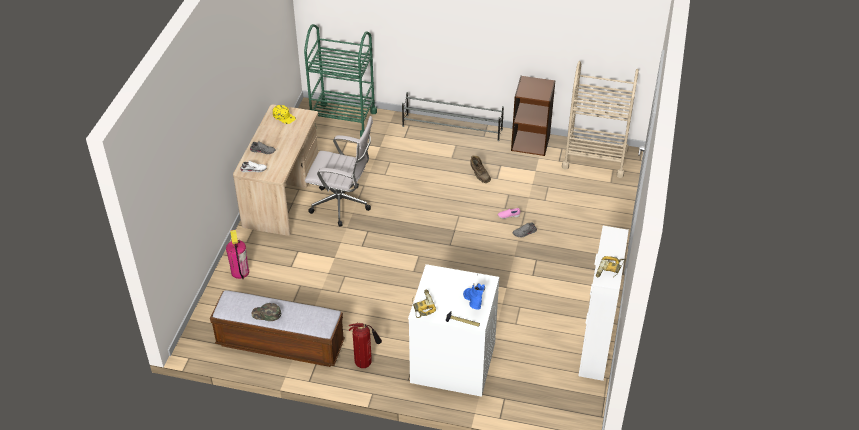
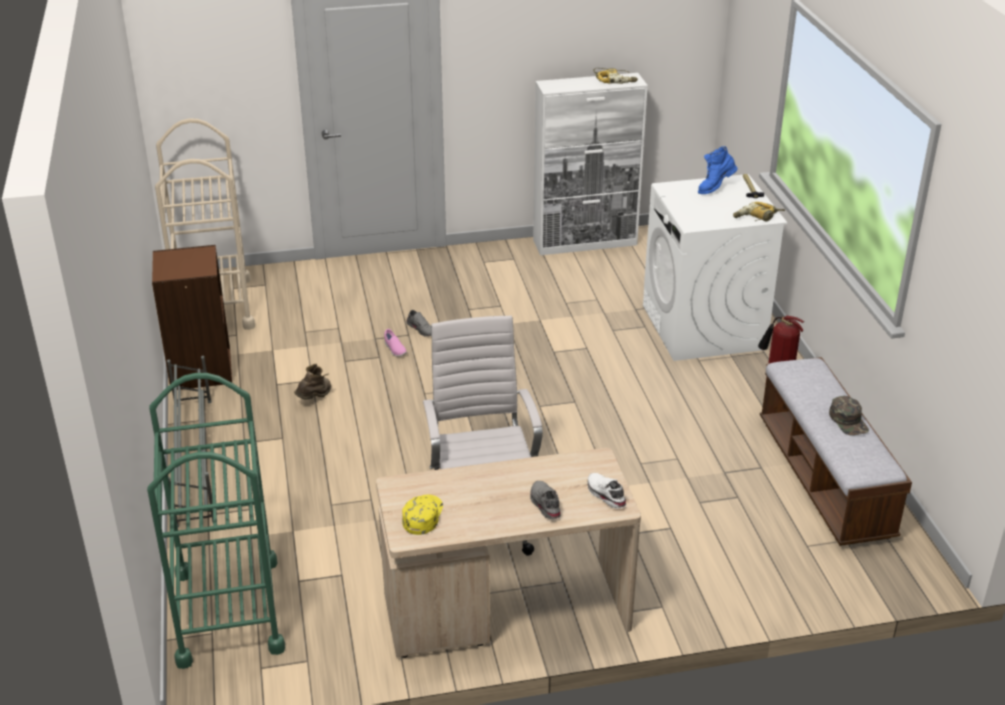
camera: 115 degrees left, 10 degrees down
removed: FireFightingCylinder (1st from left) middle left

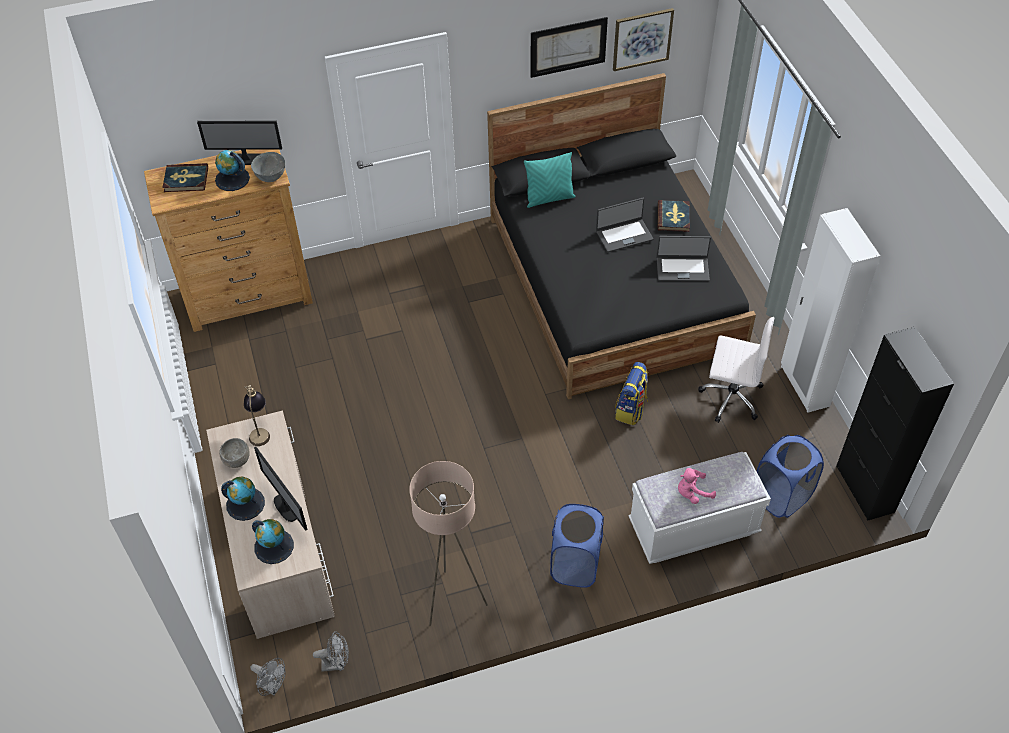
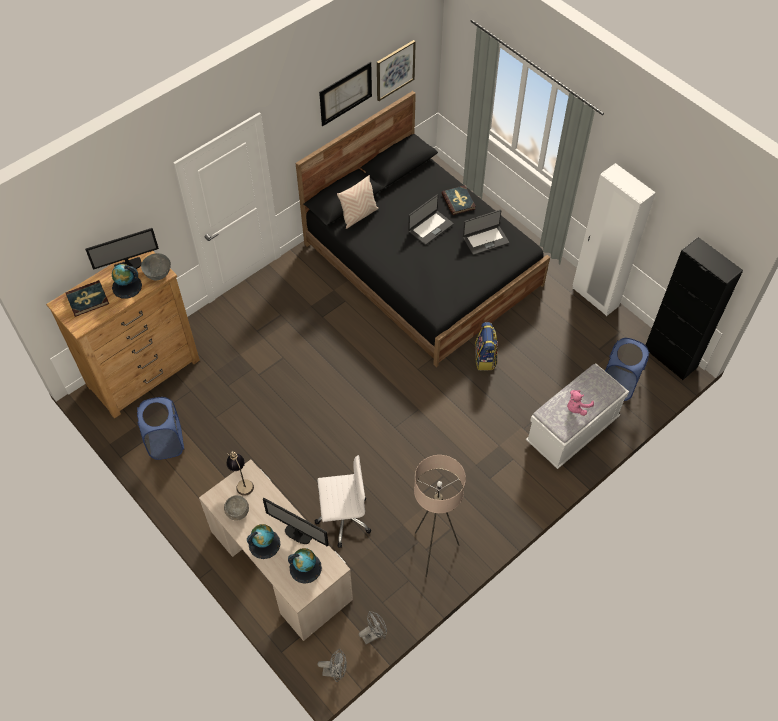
camera: 25 degrees left, 5 degrees up
moved: BlueWashingBasket (1st from left) bottom centre to middle left; WhiteOfficeChair middle right to bottom centre
recoloured: TurquoiseColouredPillow top centre to BeigePillow top centre

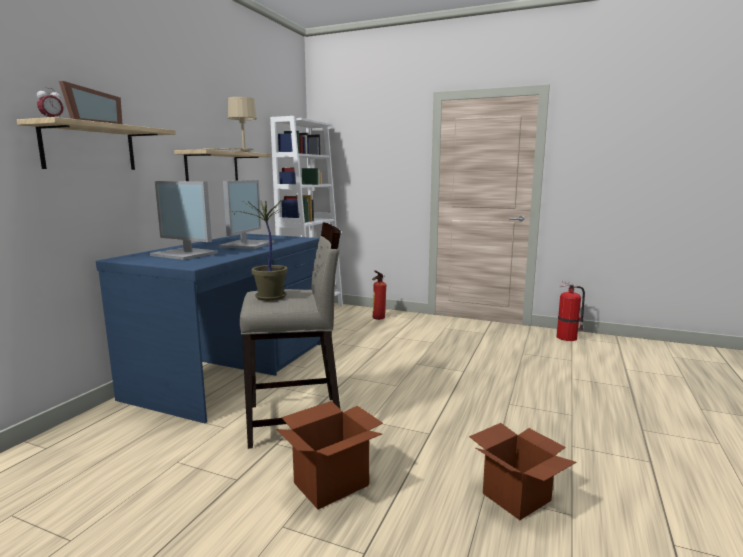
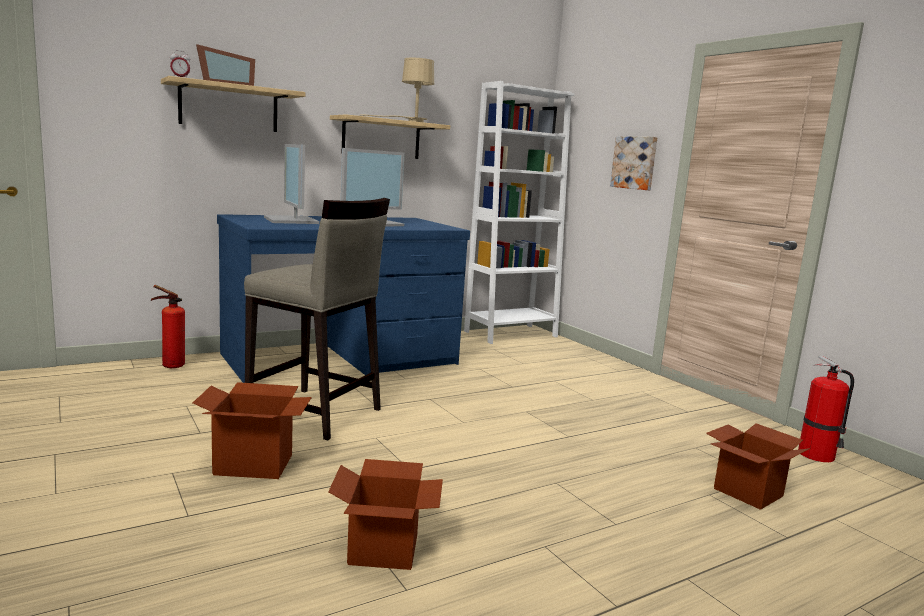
camera: 35 degrees right, 0 degrees up
removed: PottedPlant centre
added: WallArt top right; PackingBox (3rd from left) bottom right
moved: FireFightingCylinder (1st from left) centre to middle left

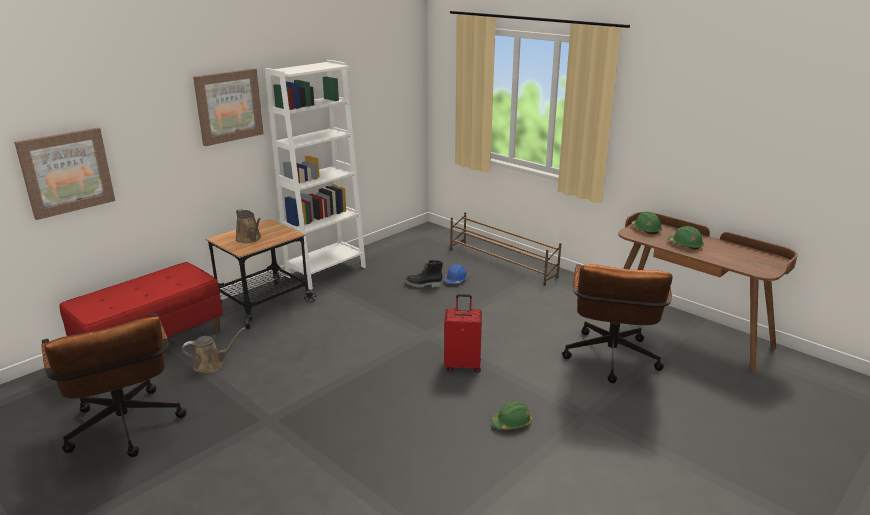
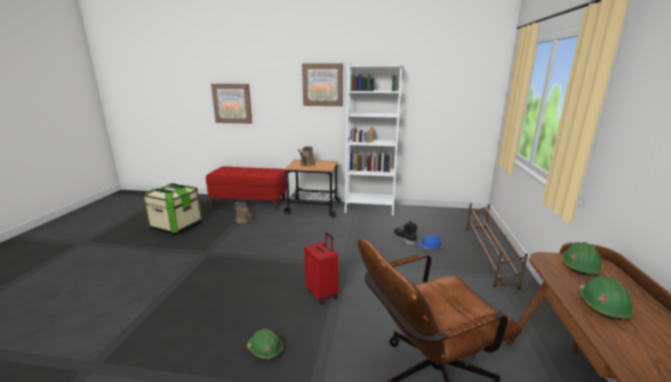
camera: 55 degrees right, 5 degrees down
replaced: BrownOfficeChair (1st from left) bottom left to StorageBin middle left

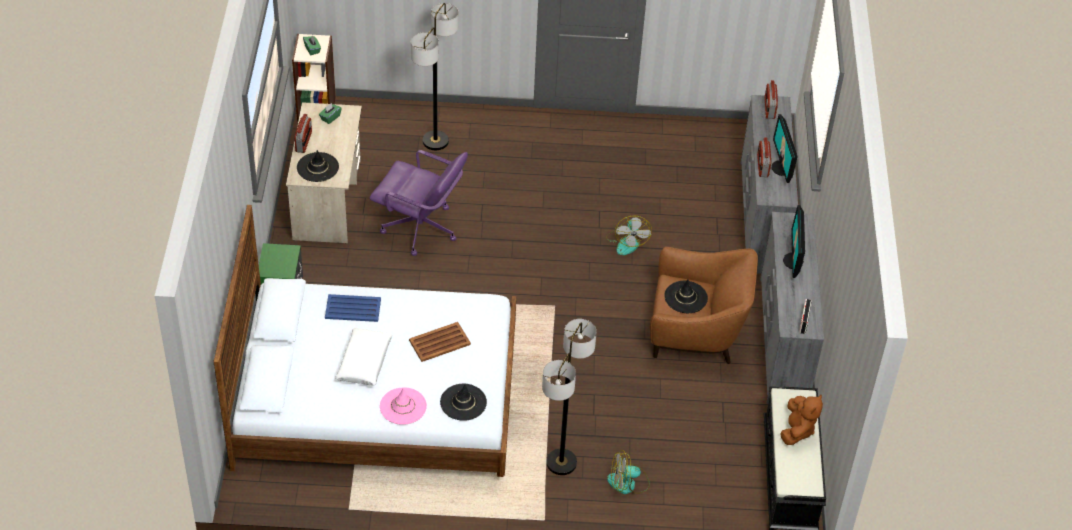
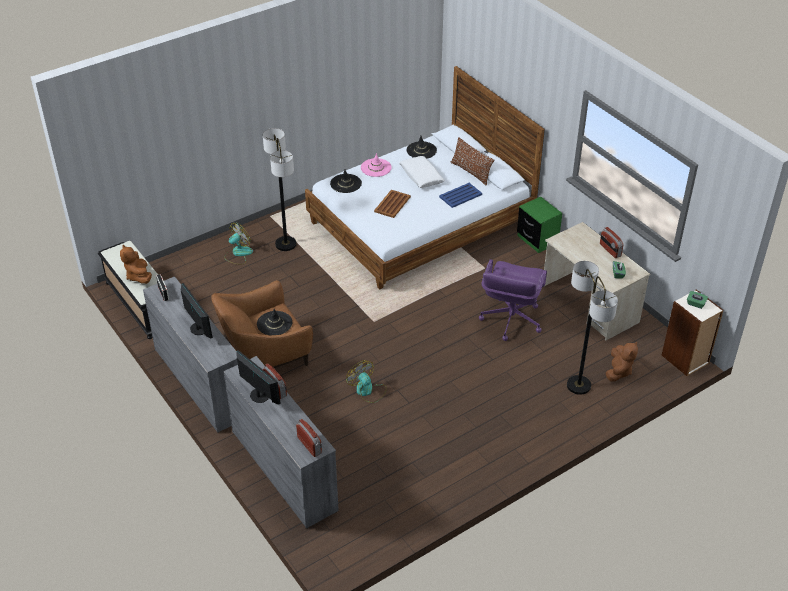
camera: 145 degrees right, 5 degrees down
added: BrownPillow top centre; BrownCuddlyToy (2nd from left) middle right
moved: BlackishClothingHat (1st from left in the first image) top left to BlackishClothingHat (3rd from left) top centre
turned: PurpleOfficeChair centre = centre 60 degrees counterclockwise

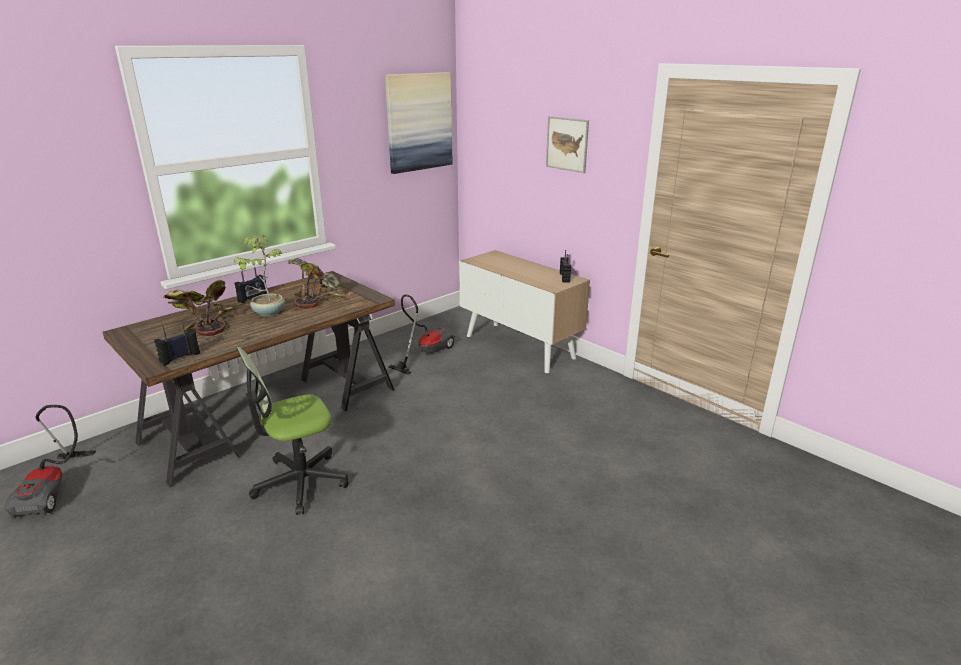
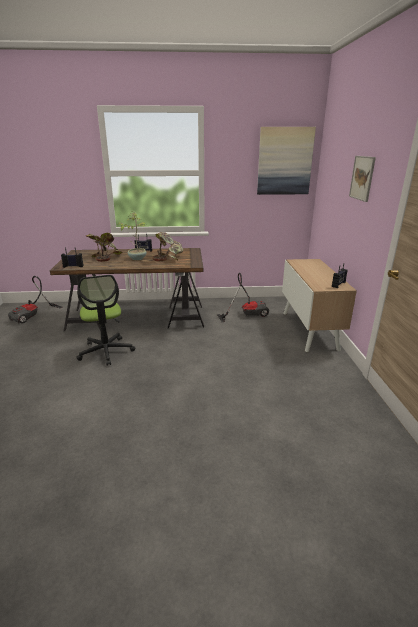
camera: 40 degrees right, 0 degrees up
turned: OfficeChair middle left = middle left 120 degrees counterclockwise

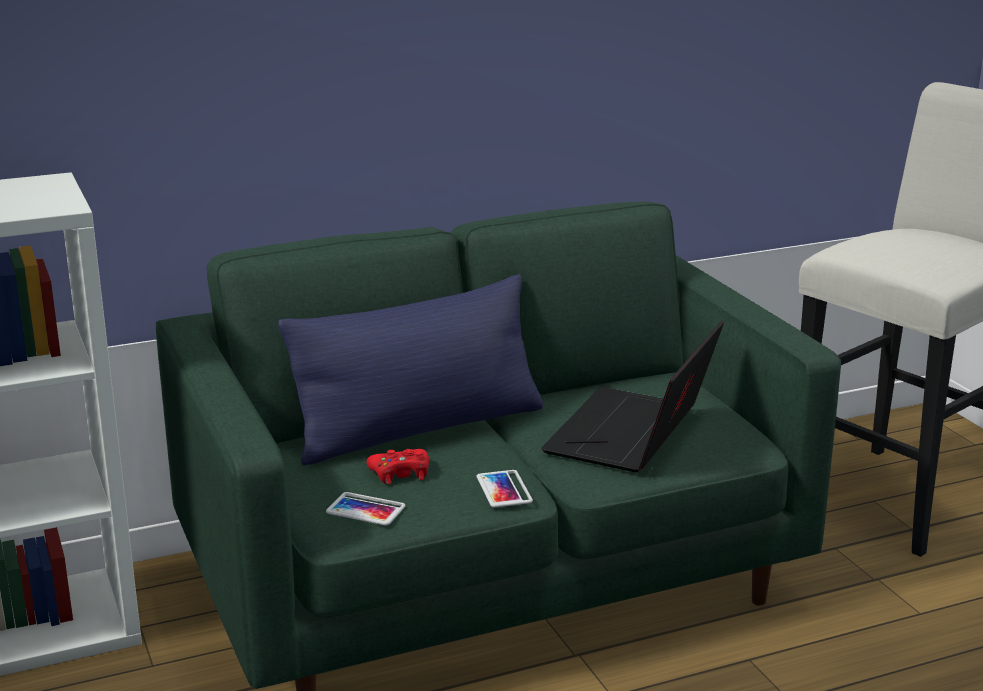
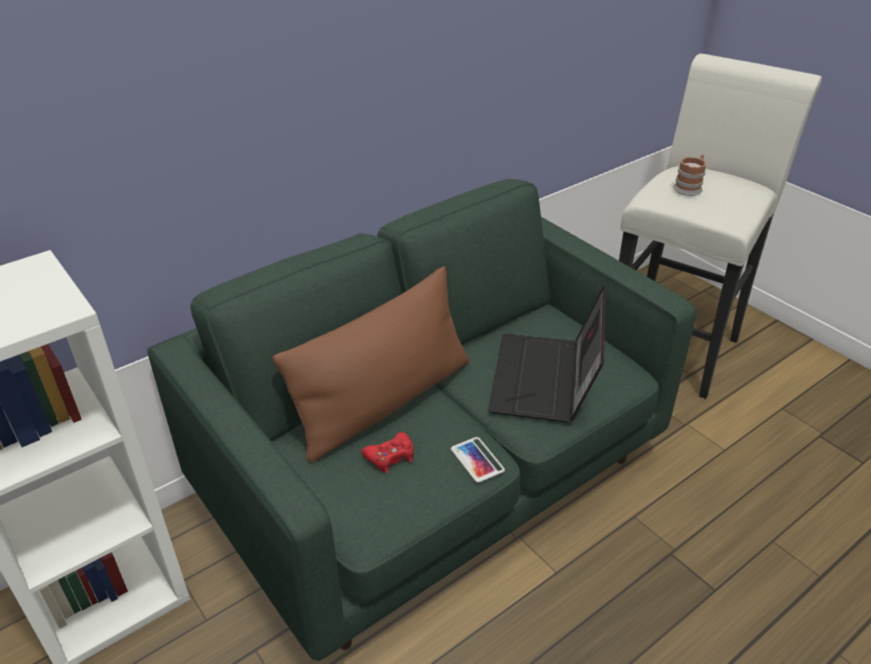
camera: 15 degrees left, 15 degrees up
removed: Phone (1st from left) bottom centre
added: Mug top right
recoloured: BluePillow centre to BrownPillow centre

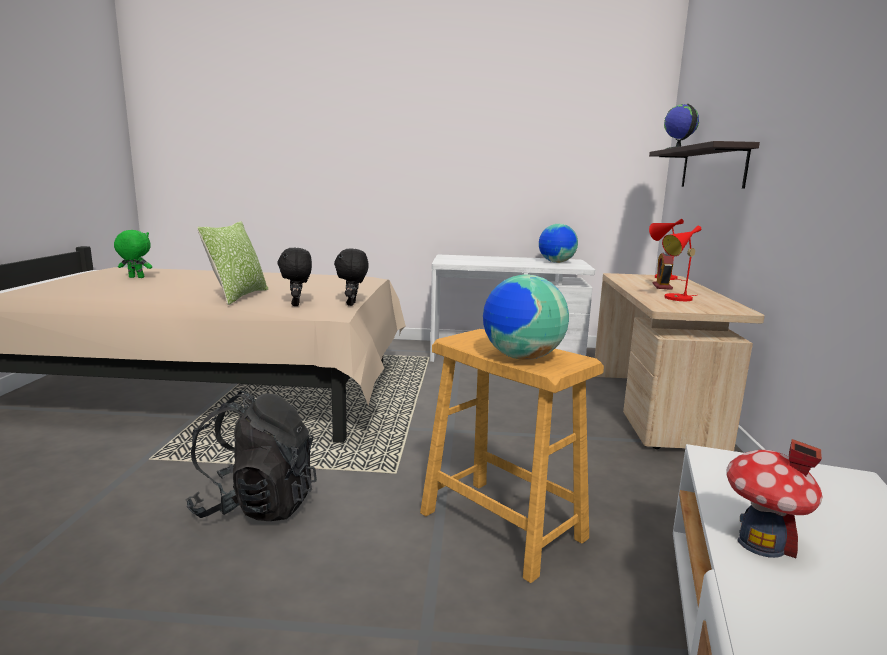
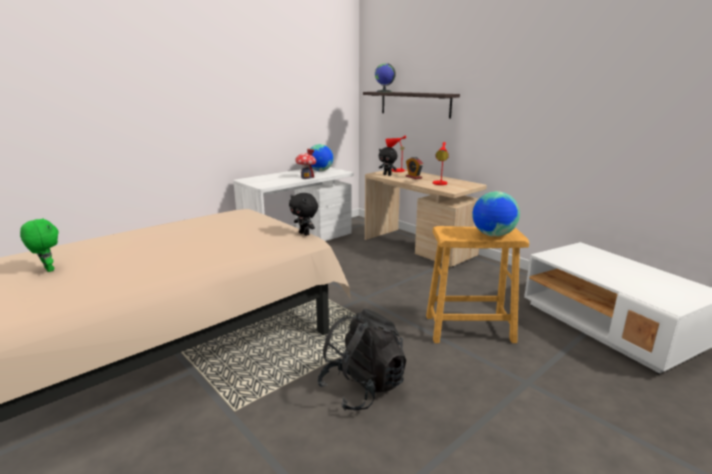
camera: 45 degrees left, 5 degrees up
removed: Pillow middle left
moved: BlackishCuddlyToy (1st from left in the first image) middle left to BlackishCuddlyToy (2nd from left) centre; ToyHouse bottom right to centre
turned: GreenColouredCuddlyToy middle left = middle left 90 degrees clockwise

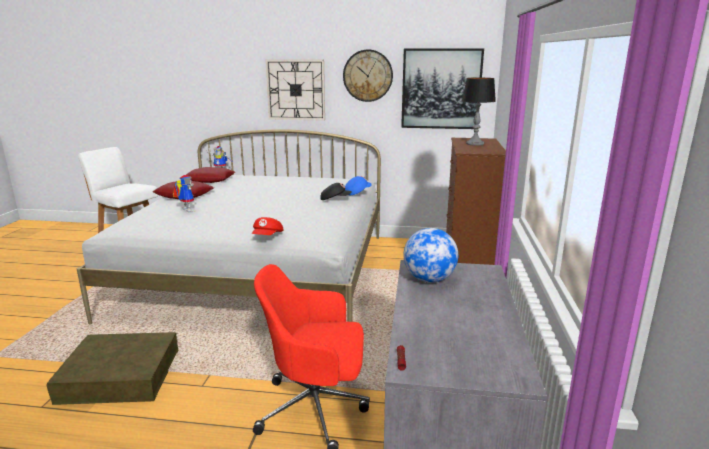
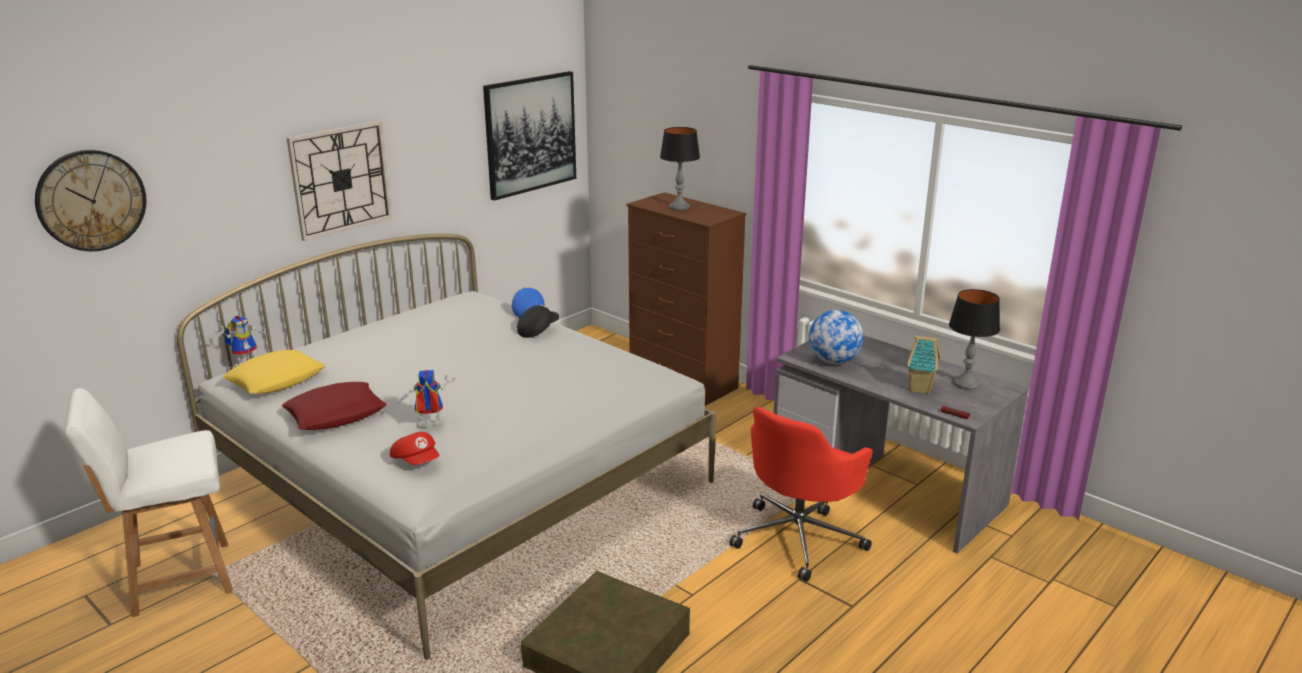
camera: 55 degrees left, 5 degrees up
added: ToyHouse middle right; TableLamp (2nd from left) middle right
moved: RedColouredPeakedCap centre to middle left; WallClock (2nd from left in the first image) top centre to WallClock (1st from left) top left
recoloured: RedColouredPillow (2nd from left) middle left to YellowishPillow middle left

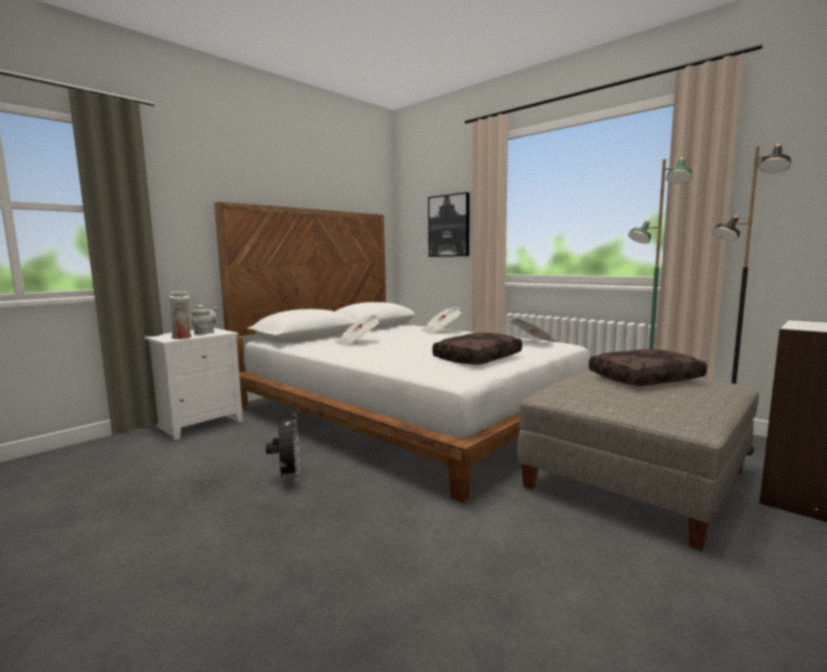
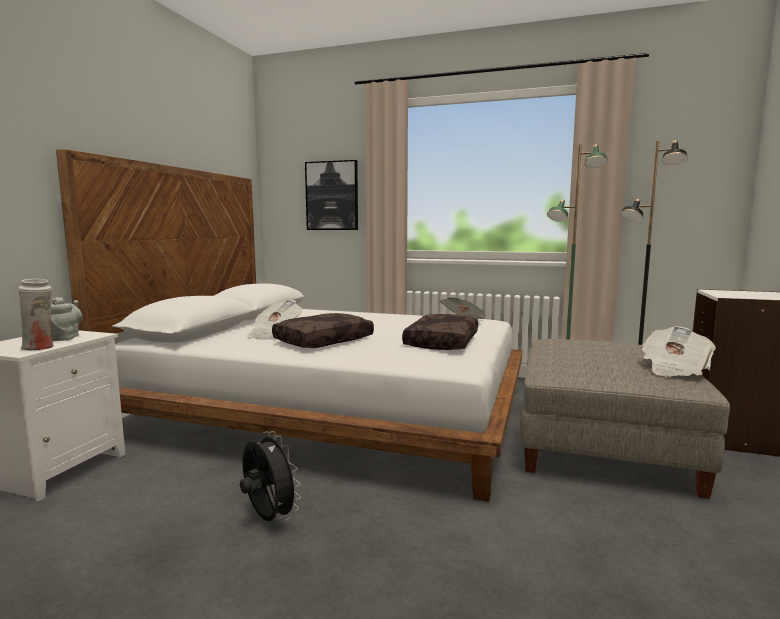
camera: 25 degrees left, 0 degrees up
moved: DailyPaper (2nd from left in the first image) centre to DailyPaper (3rd from left) middle right; BrownPillow (2nd from left in the first image) middle right to BrownPillow (1st from left) centre

